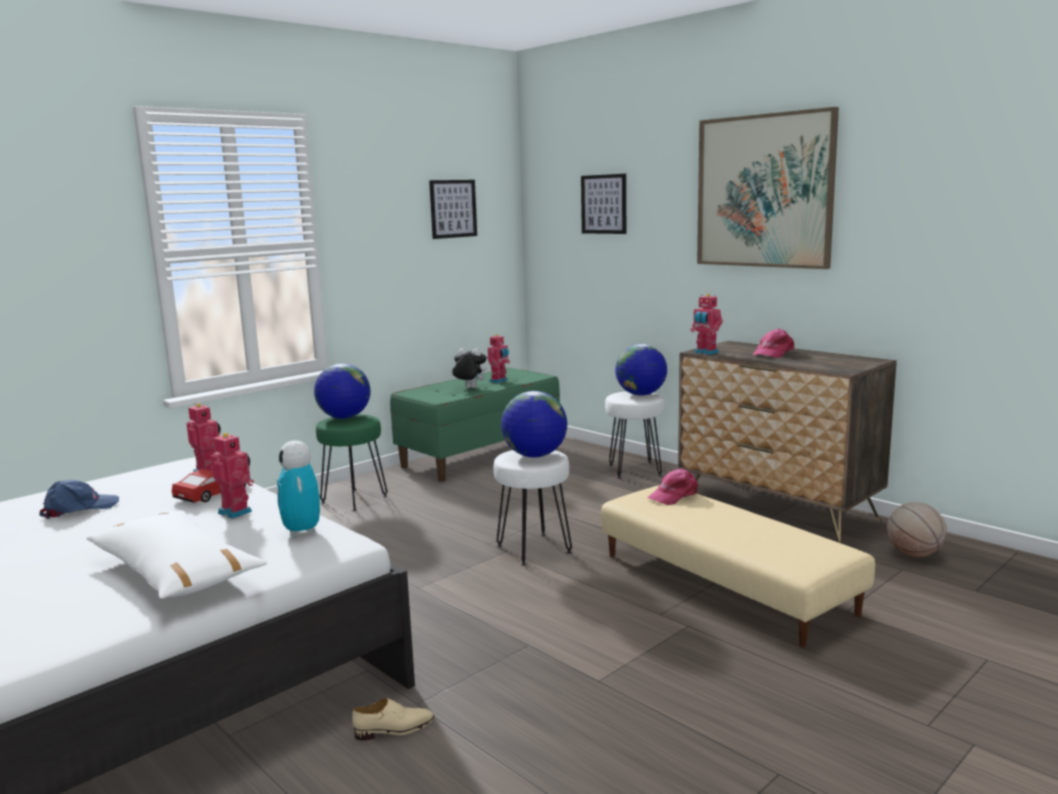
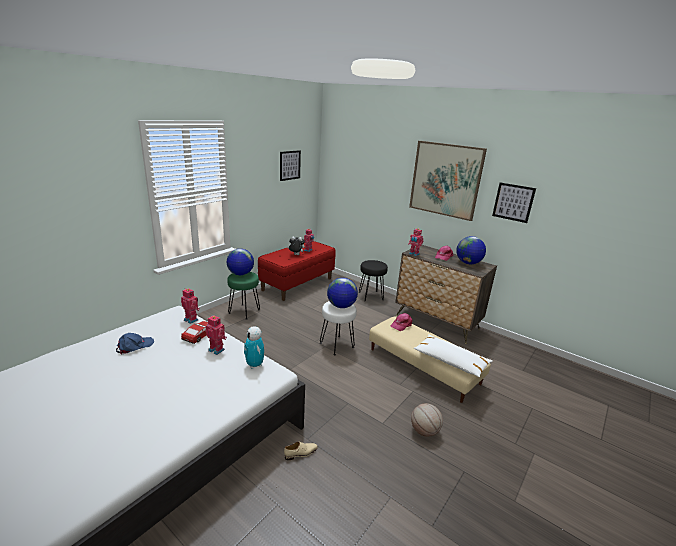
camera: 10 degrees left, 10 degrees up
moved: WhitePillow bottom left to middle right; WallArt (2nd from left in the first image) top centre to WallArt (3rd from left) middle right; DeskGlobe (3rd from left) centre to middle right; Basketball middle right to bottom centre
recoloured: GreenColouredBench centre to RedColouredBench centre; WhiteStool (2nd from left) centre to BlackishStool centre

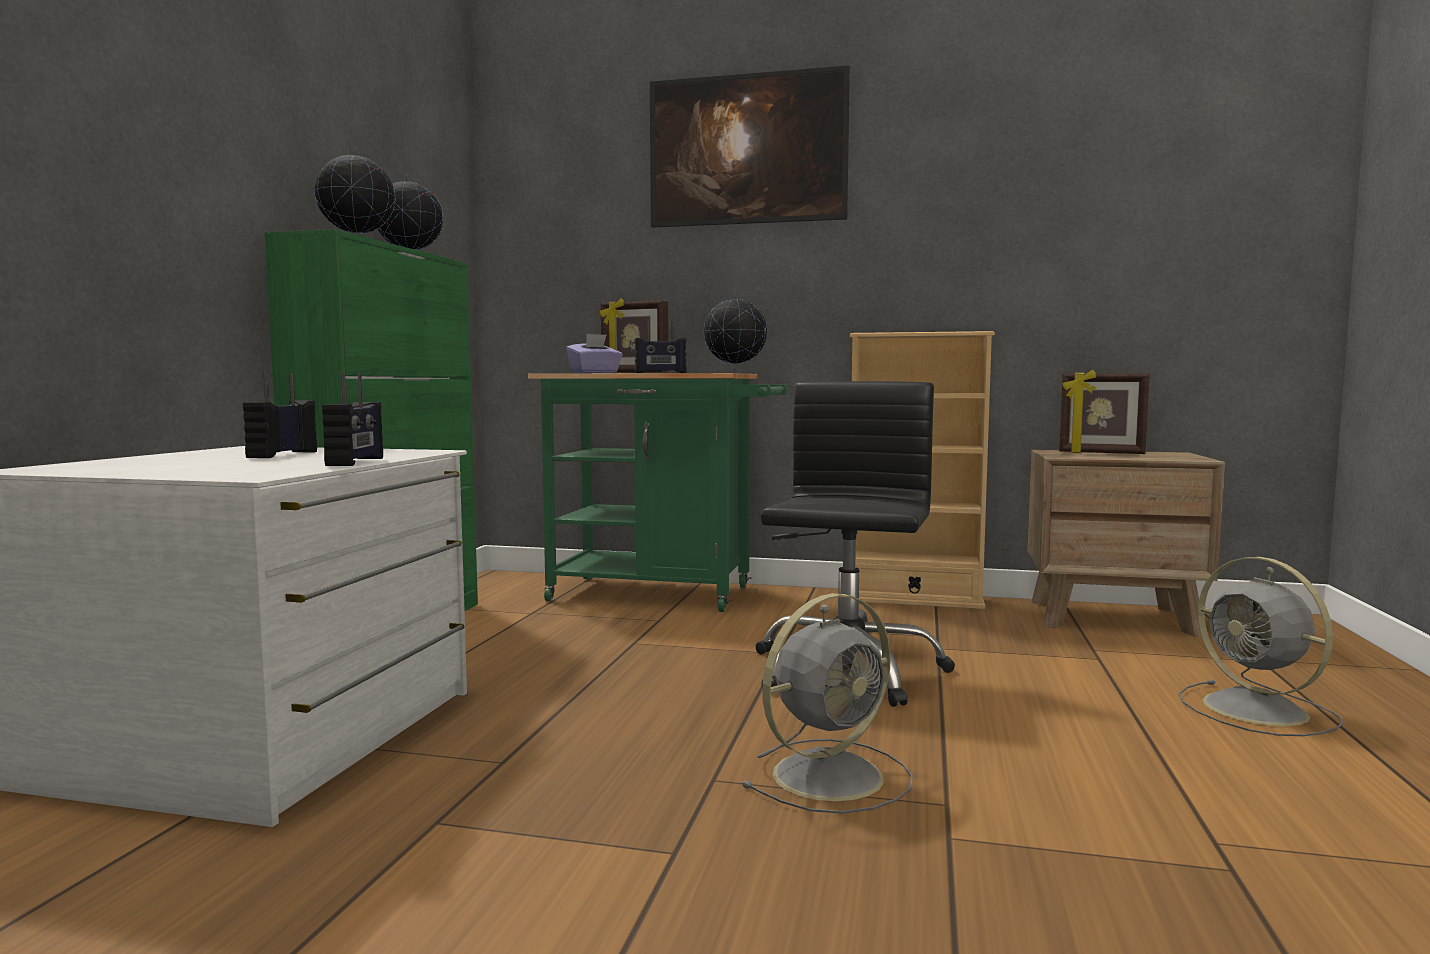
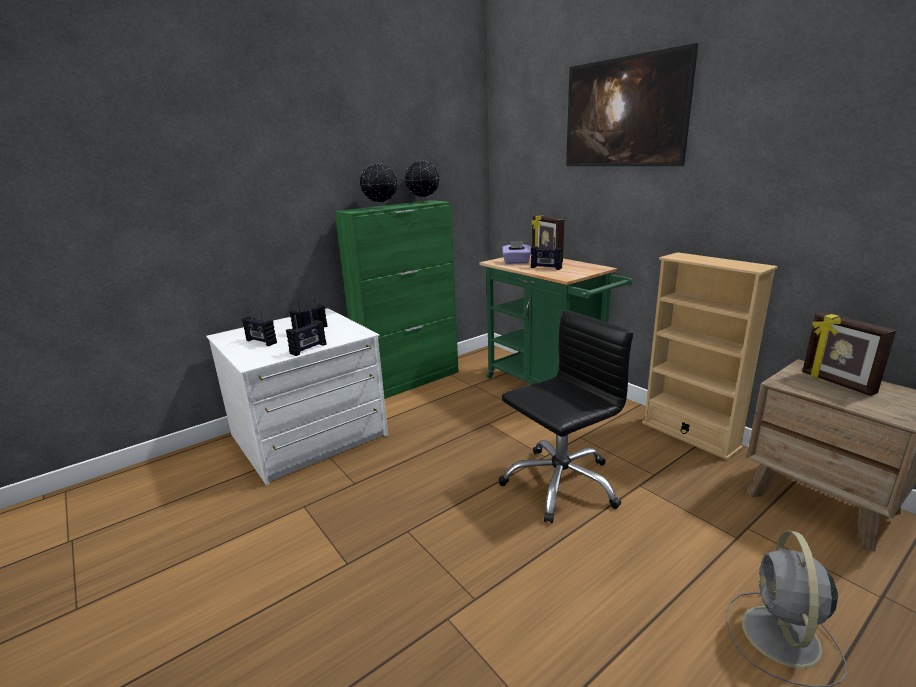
camera: 40 degrees right, 15 degrees up
removed: DeskGlobe (3rd from left) centre; GrayCoolingFan (1st from left) bottom centre
added: RadioReceiver (1st from left) middle left

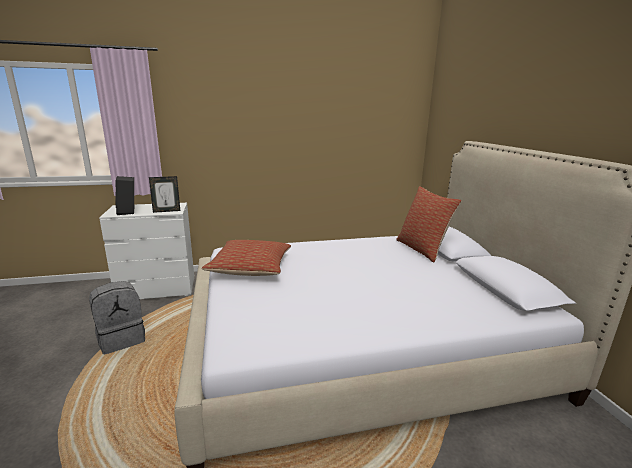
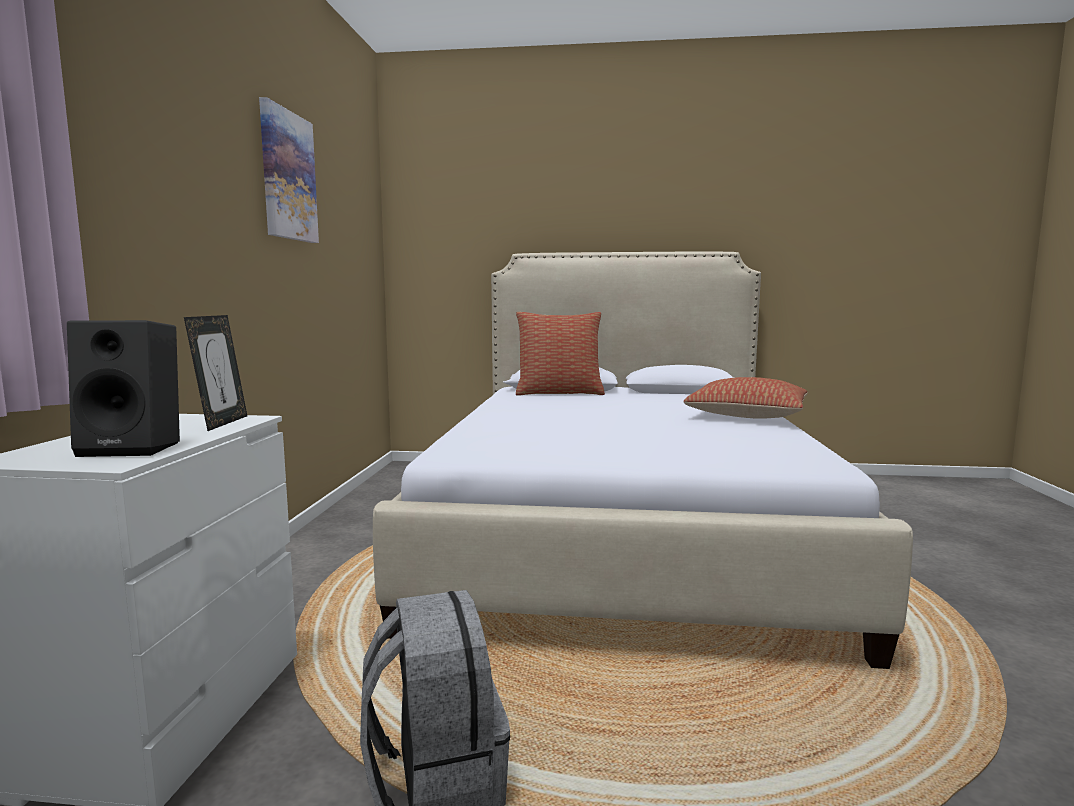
camera: 70 degrees left, 10 degrees down
added: WallArt top left
moved: Pillow (1st from left in the first image) centre to Pillow (2nd from left) middle right

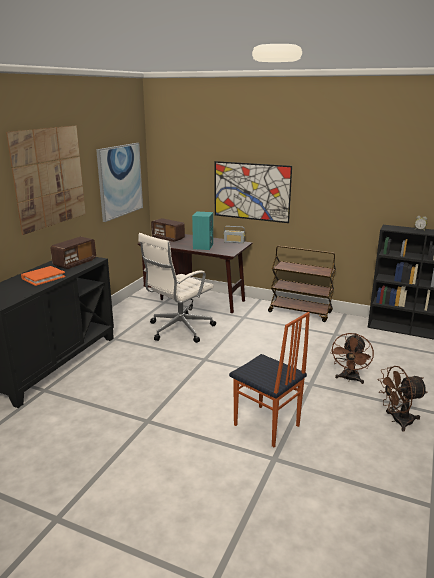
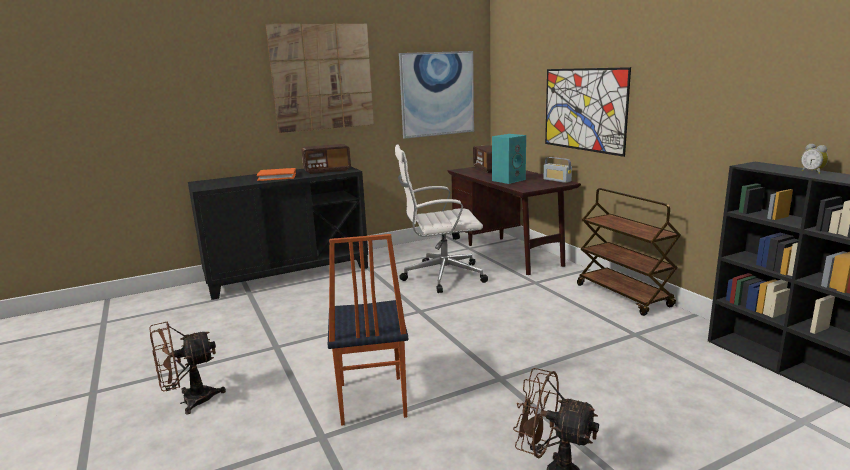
camera: 40 degrees right, 5 degrees down
moved: BrownCoolingFan (1st from left) middle right to bottom left

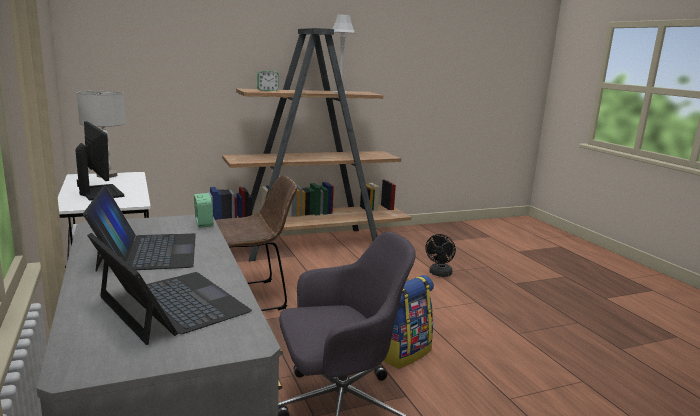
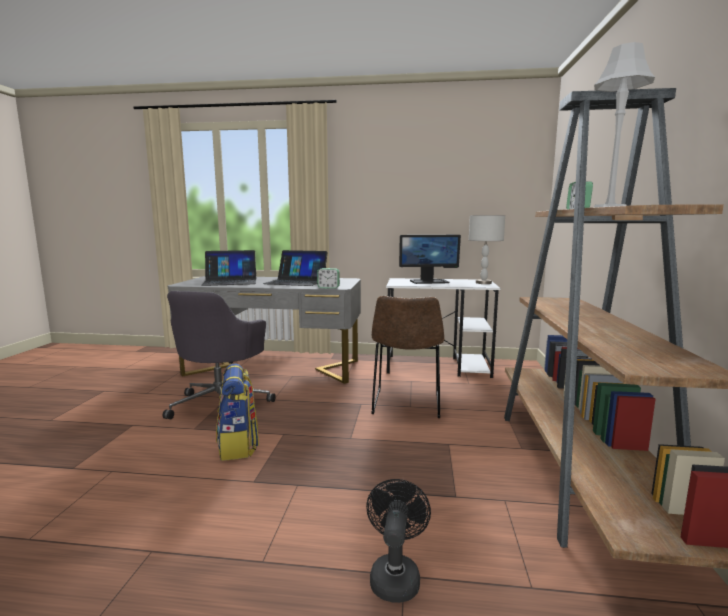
camera: 120 degrees right, 5 degrees down
turned: BlackishCoolingFan centre = bottom centre 45 degrees clockwise

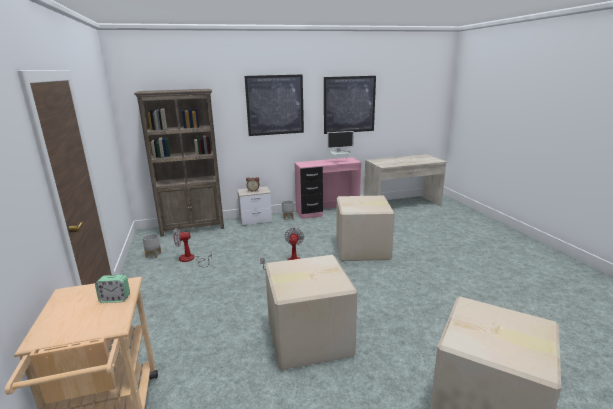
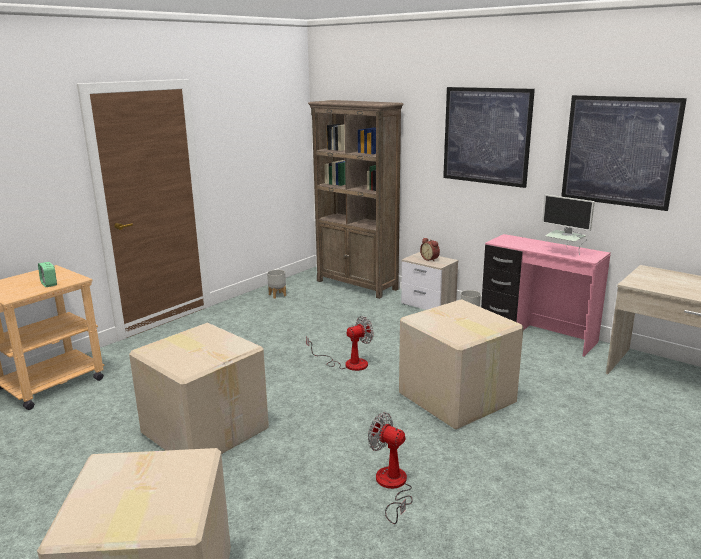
camera: 55 degrees right, 0 degrees up
moved: CoolingFan (1st from left in the first image) middle left to CoolingFan (2nd from left) bottom centre

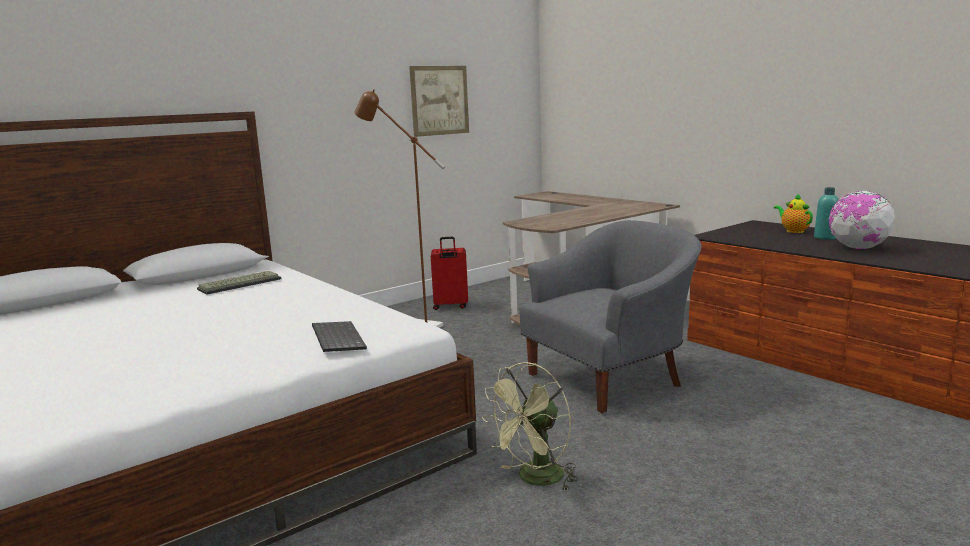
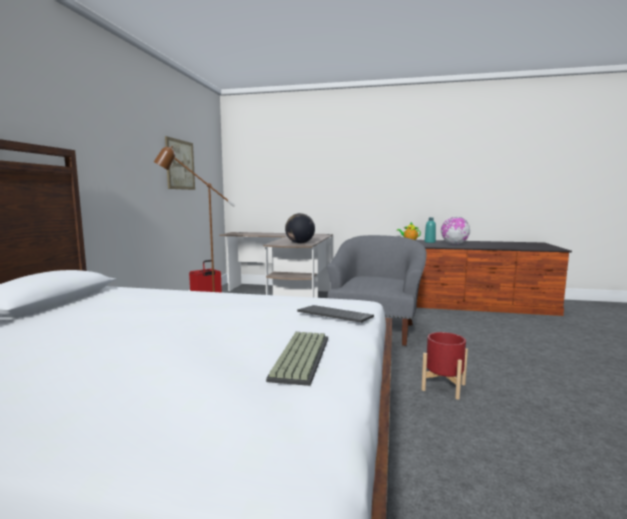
camera: 40 degrees left, 5 degrees down
added: DeskGlobe (1st from left) centre
moved: ComputerKeyboard (1st from left) middle left to bottom centre
replaced: GreenColouredCoolingFan bottom centre to RedColouredFlowerPot bottom right

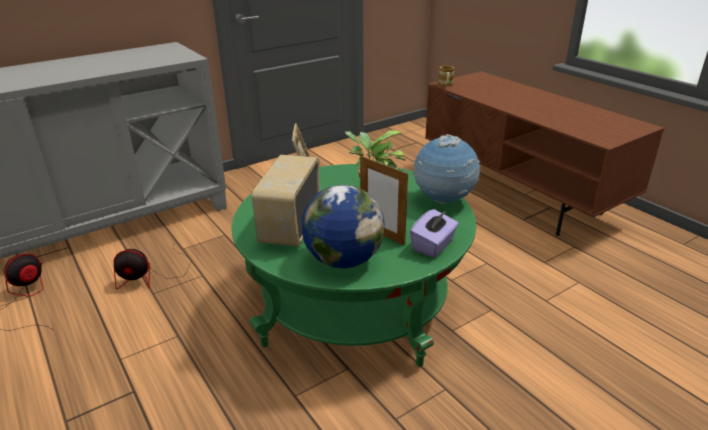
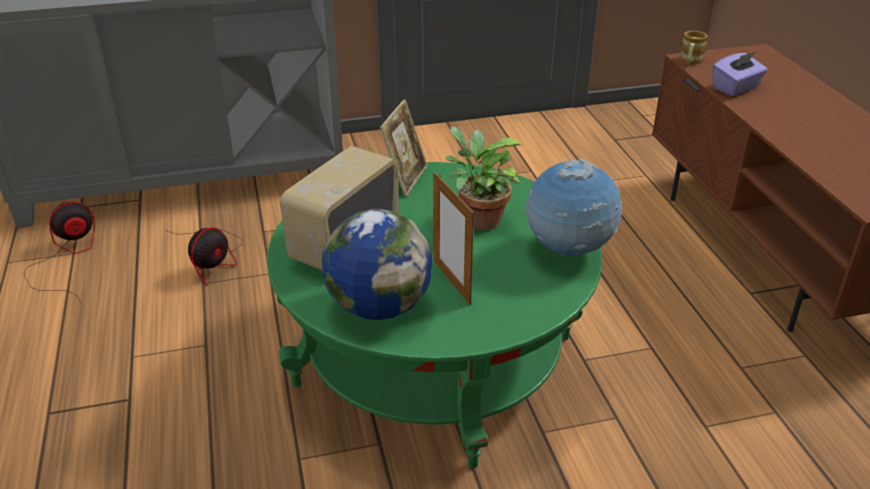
camera: 20 degrees right, 5 degrees up
moved: PurpleTissueHolder centre to top right
turned: CoolingFan (2nd from left) middle left = middle left 75 degrees counterclockwise

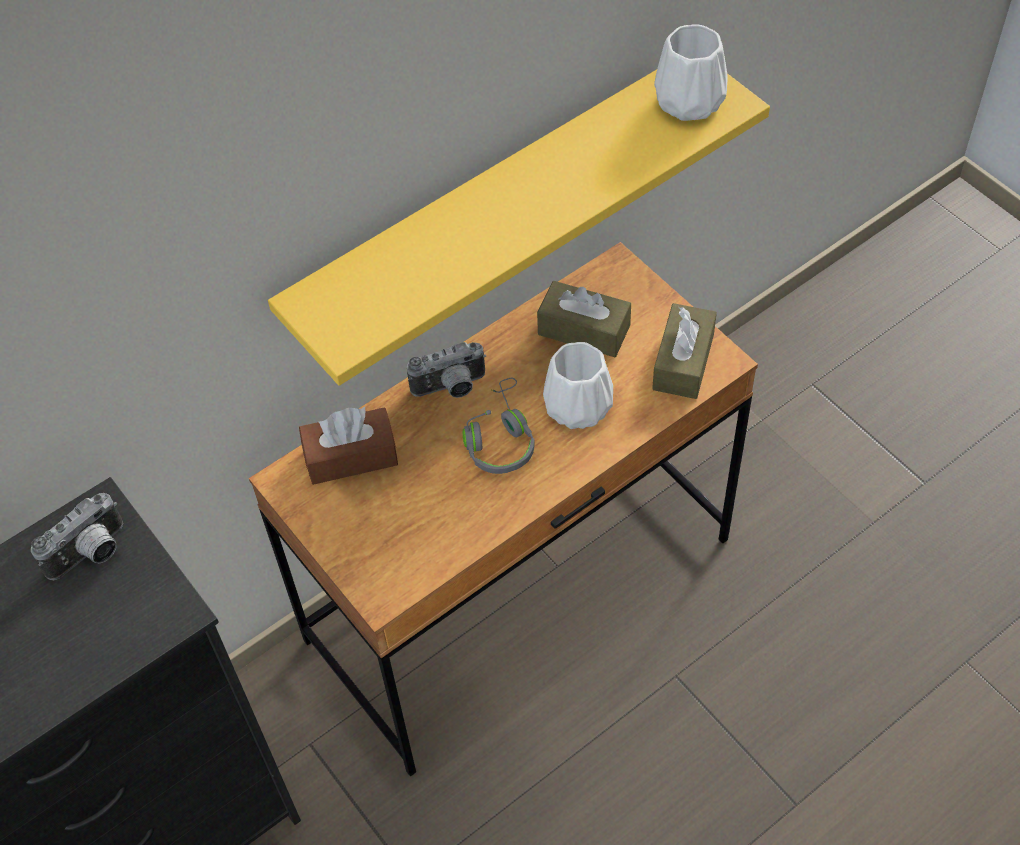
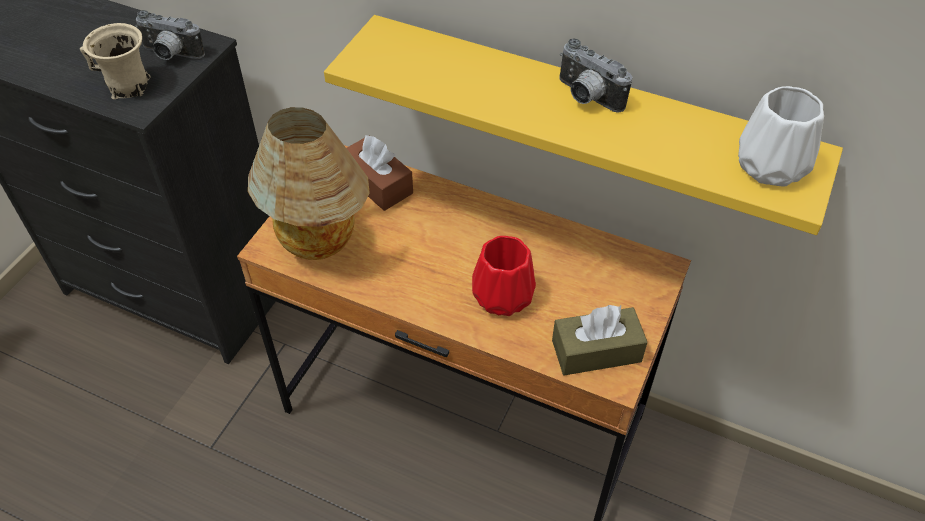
camera: 60 degrees right, 5 degrees down
removed: GrayHeadset centre; BrownTissueHolder (2nd from left) centre
added: BeigeMug top left; TableLamp centre
moved: PhotoCamera (2nd from left) centre to top centre
recoloured: WhiteDecorativeVase (1st from left) centre to RedColouredDecorativeVase centre

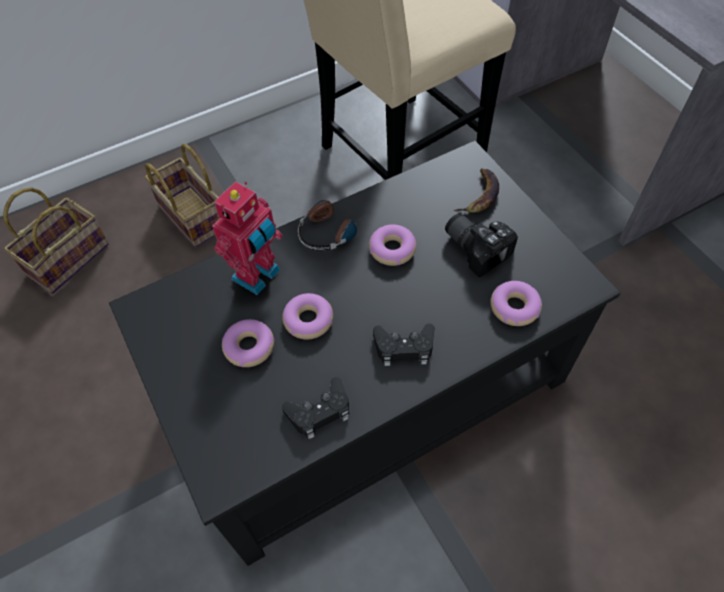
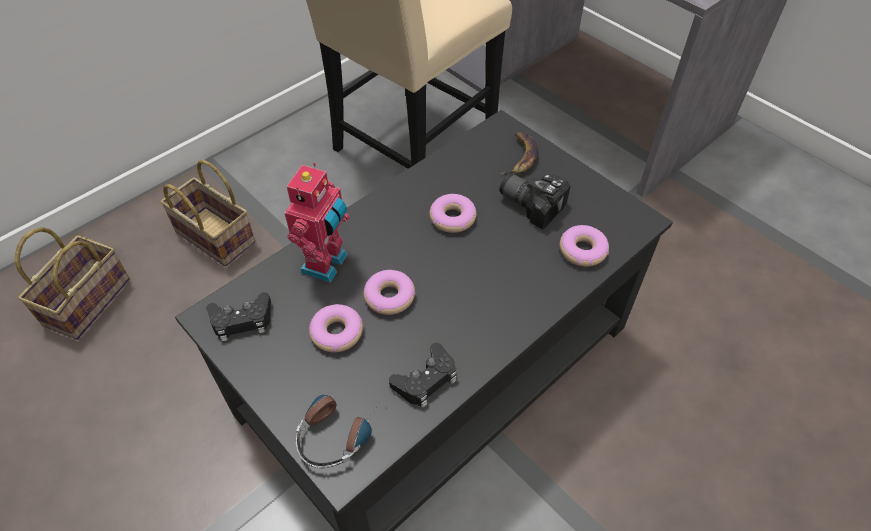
camera: 15 degrees left, 5 degrees down
moved: Headset centre to bottom centre; BlackishGameController (2nd from left in the first image) centre to BlackishGameController (1st from left) middle left

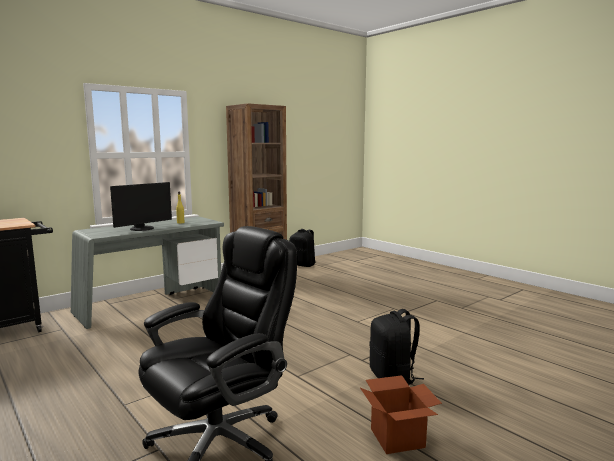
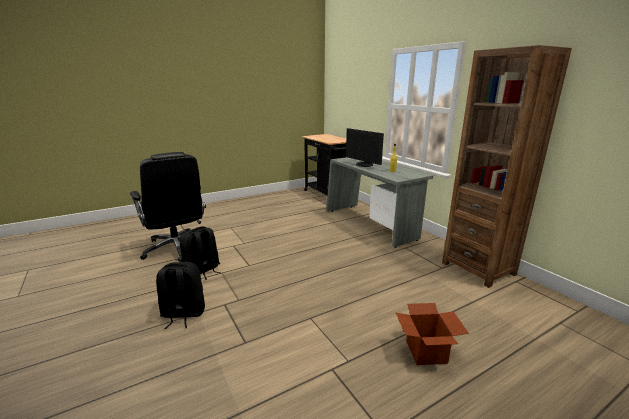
camera: 100 degrees right, 10 degrees up
moved: BlackishKnapsack (1st from left in the first image) centre to BlackishKnapsack (2nd from left) middle left; PackingBox bottom centre to bottom right

